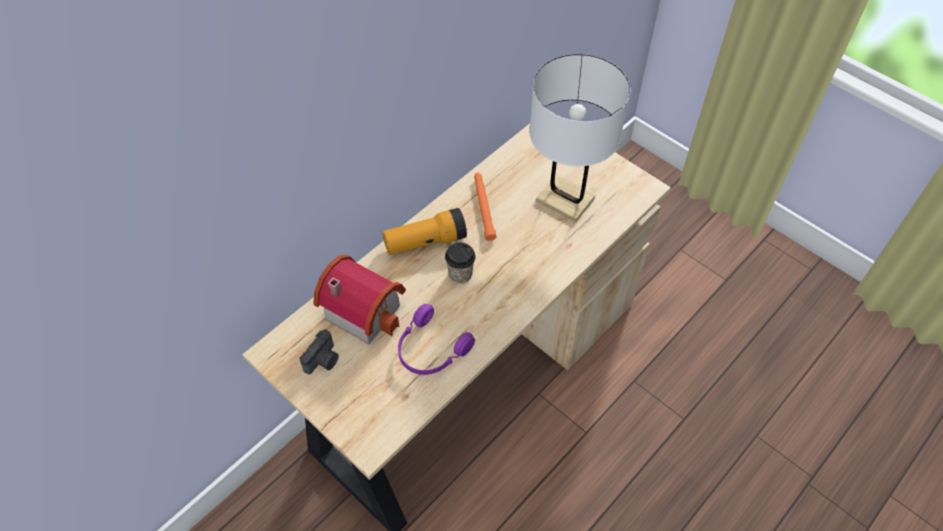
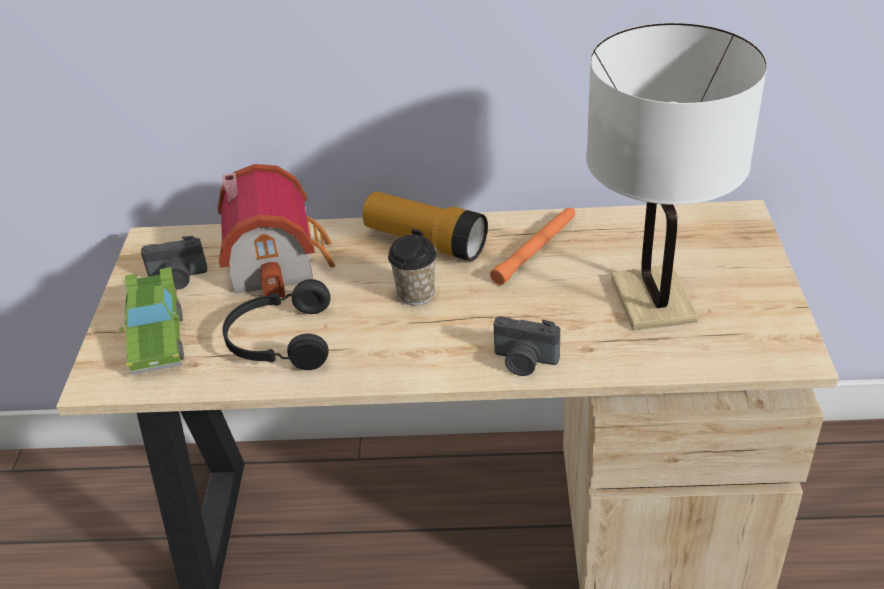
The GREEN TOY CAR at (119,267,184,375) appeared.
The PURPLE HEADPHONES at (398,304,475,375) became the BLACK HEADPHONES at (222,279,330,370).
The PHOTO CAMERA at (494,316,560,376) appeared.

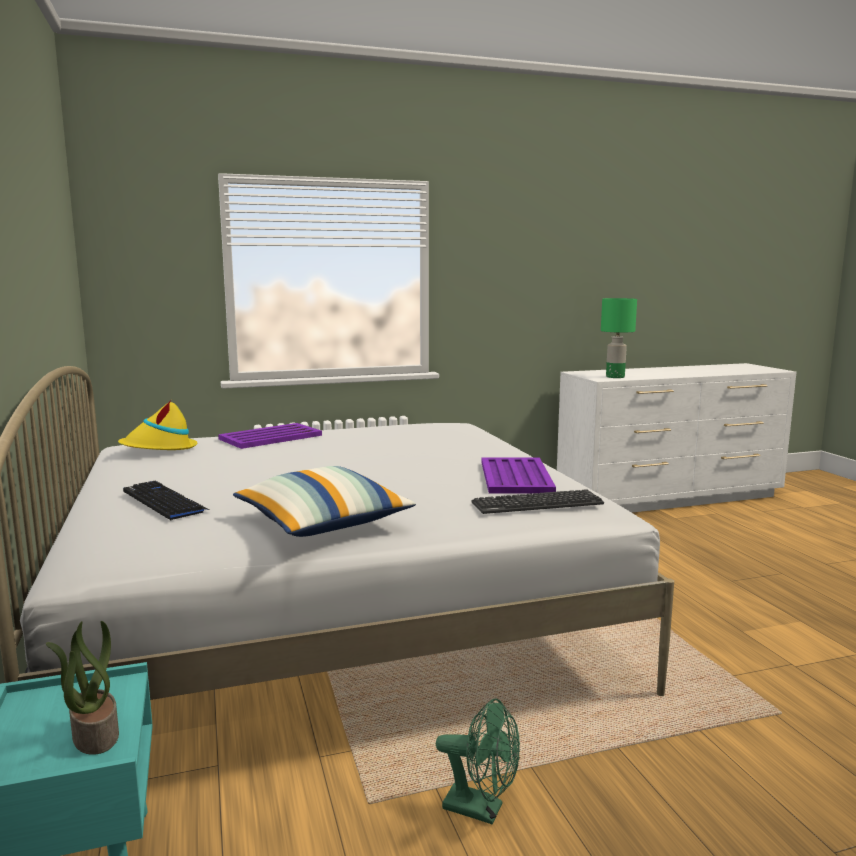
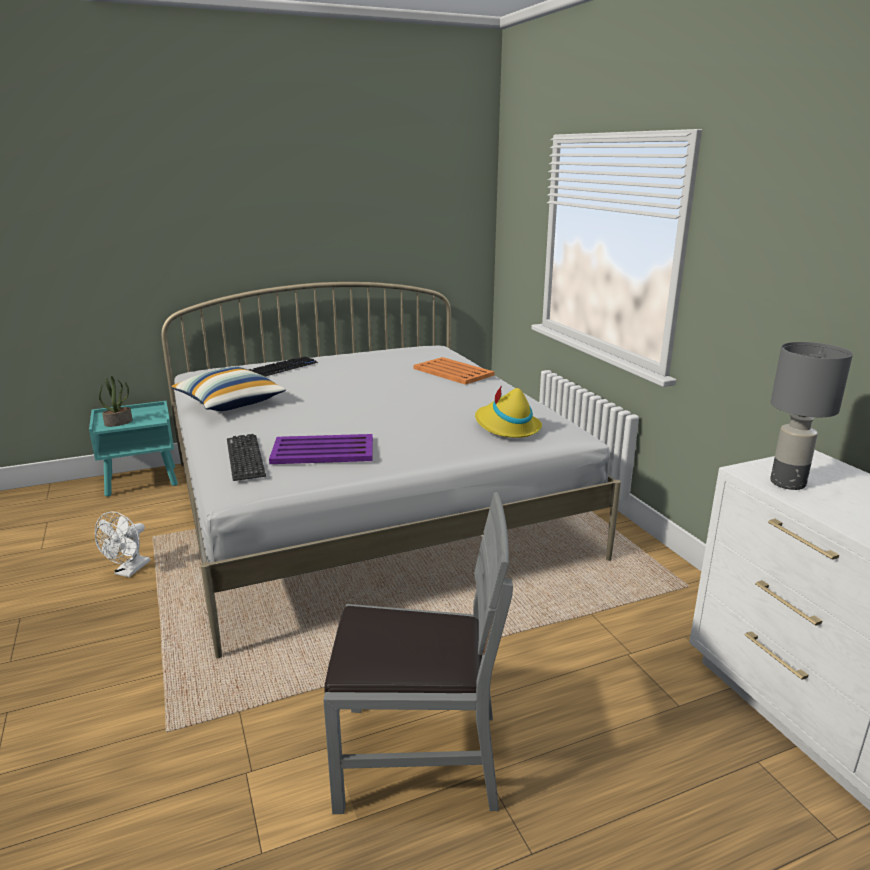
The GREEN FAN at (436,698,520,825) became the WHITE FAN at (95,512,150,577).
The GREY CHAIR at (323,492,513,814) appeared.
The PURPLE TRAY at (218,423,322,449) became the ORANGE TRAY at (414,357,494,385).
The YELLOW HAT moved from (118,400,197,450) to (475,385,542,438).
The GREEN TABLE LAMP at (601,298,637,378) became the GREY TABLE LAMP at (770,342,853,490).

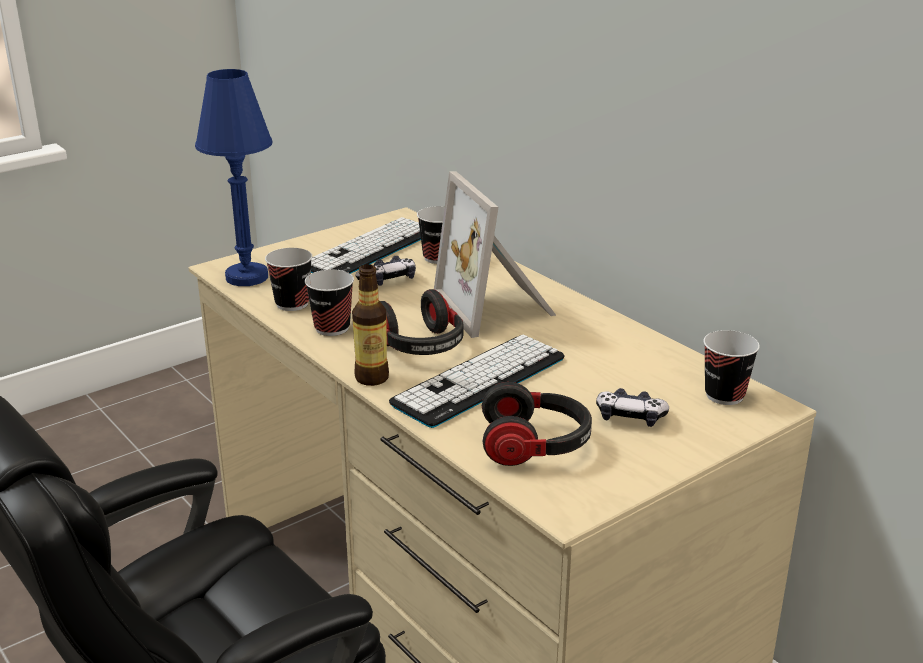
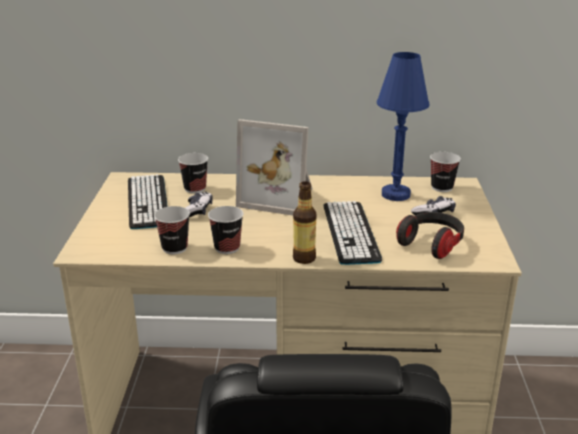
The BLUE TABLE LAMP moved from (195,69,273,286) to (377,52,430,201).
The HEADPHONES at (380,289,464,355) disappeared.

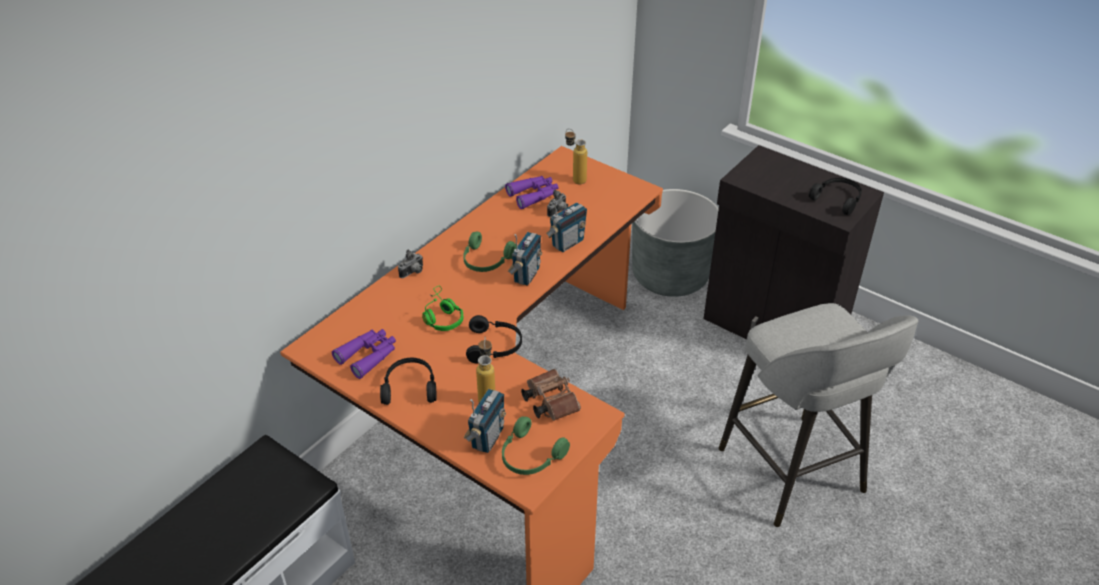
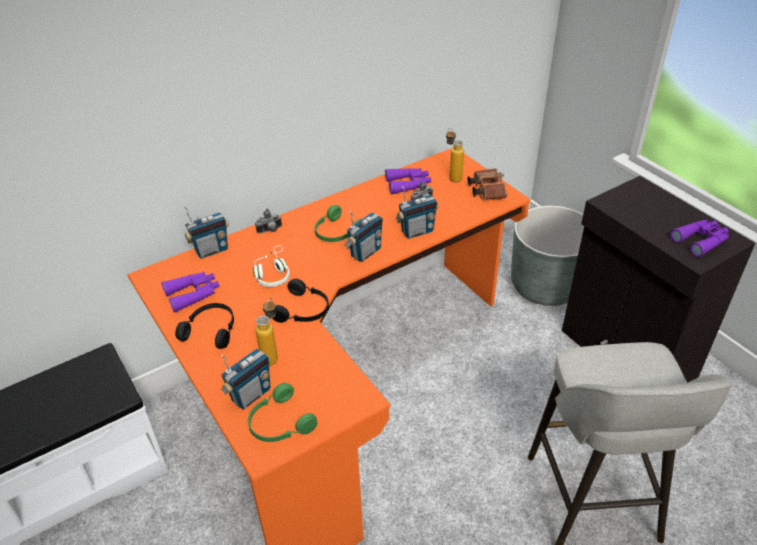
The RADIO at (184,206,229,259) appeared.
The GREEN HEADPHONES at (422,286,463,331) became the WHITE HEADPHONES at (253,245,290,287).
The BROWN BINOCULARS moved from (521,369,581,421) to (468,168,507,200).
The BLACK HEADPHONES at (809,178,862,215) was replaced by the PURPLE BINOCULARS at (670,219,729,257).

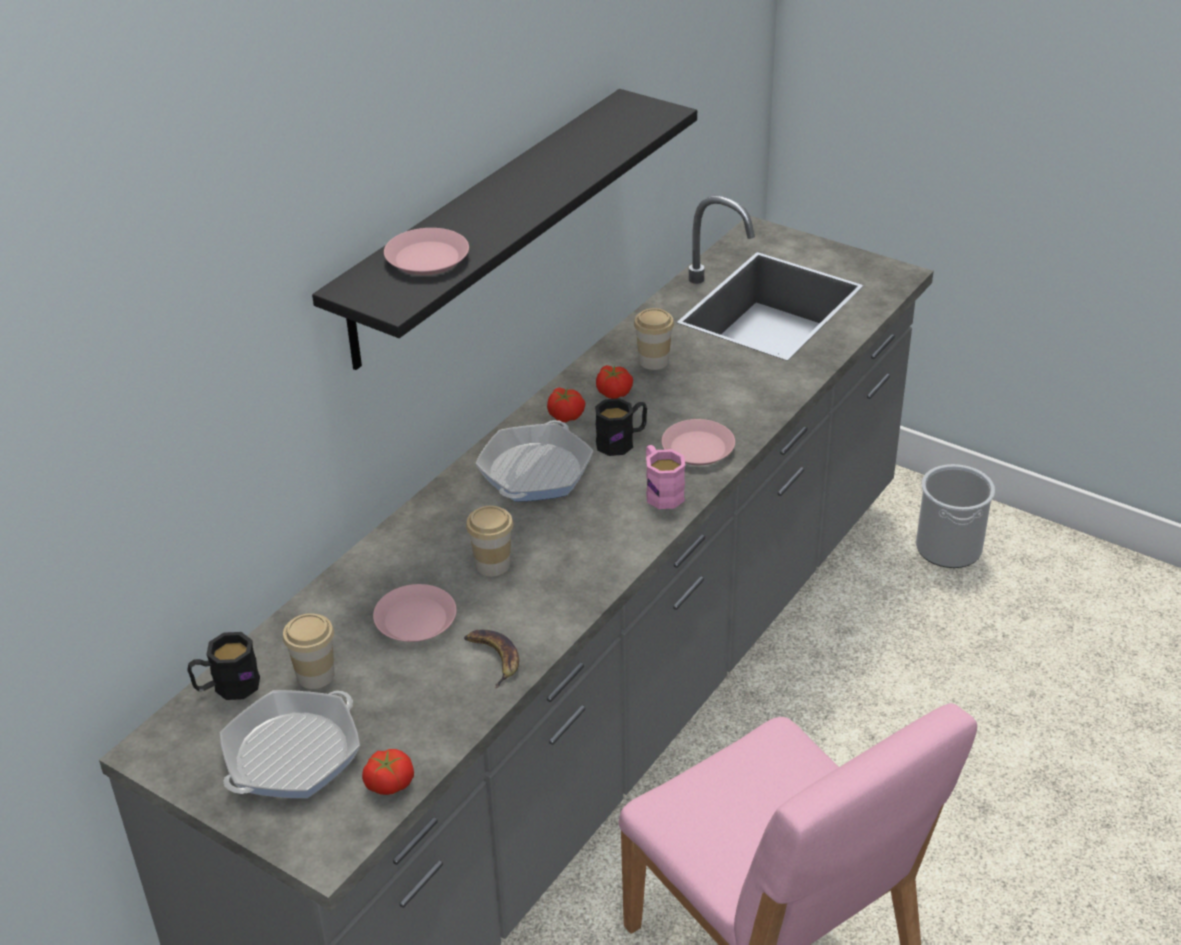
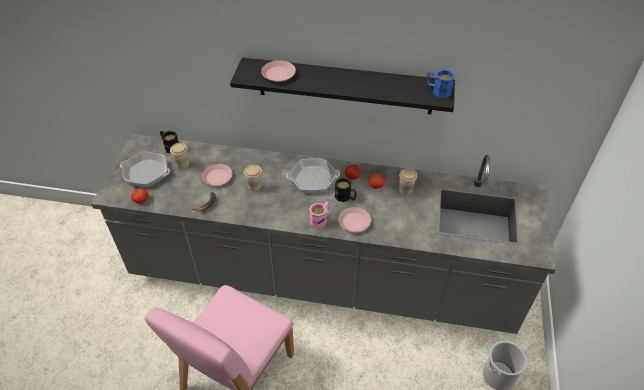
The BLUE MUG at (427,69,455,98) appeared.

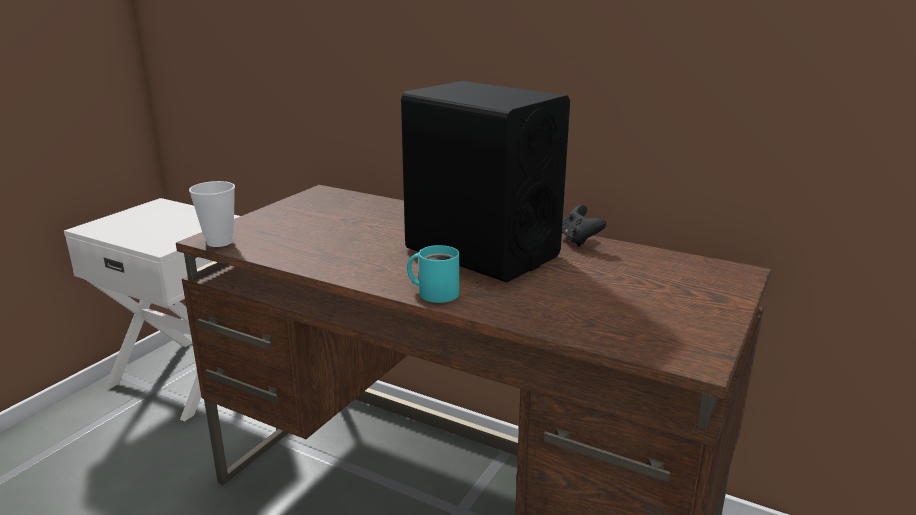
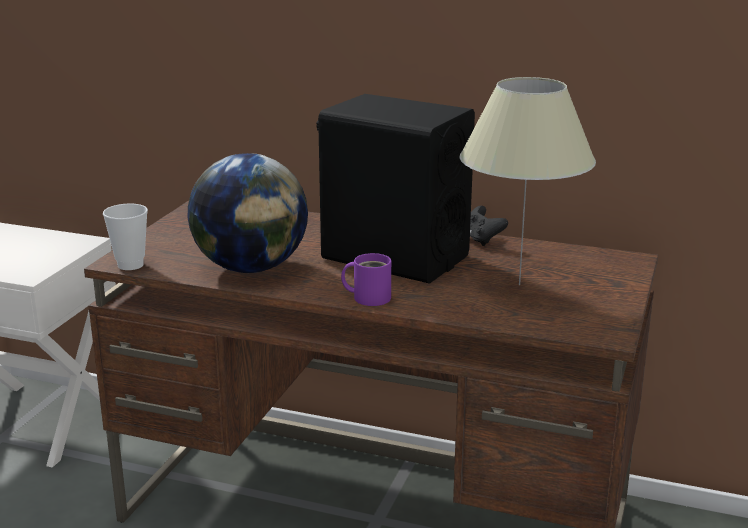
The GLOBE at (188,153,308,273) appeared.
The TURQUOISE MUG at (407,245,459,303) became the PURPLE MUG at (341,253,391,306).
The BEIGE TABLE LAMP at (460,77,596,285) appeared.

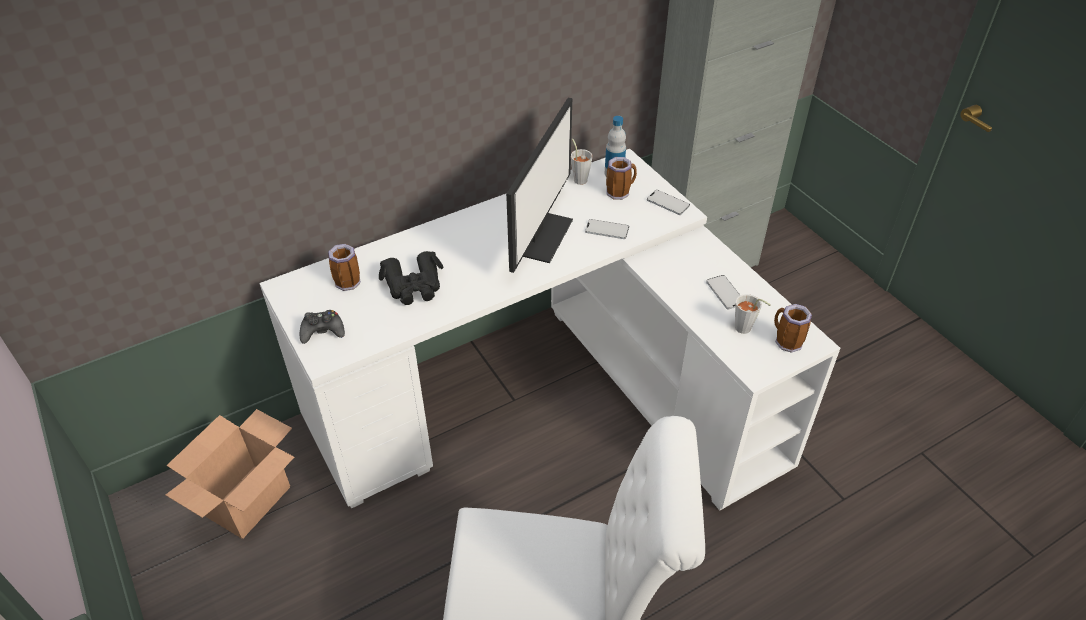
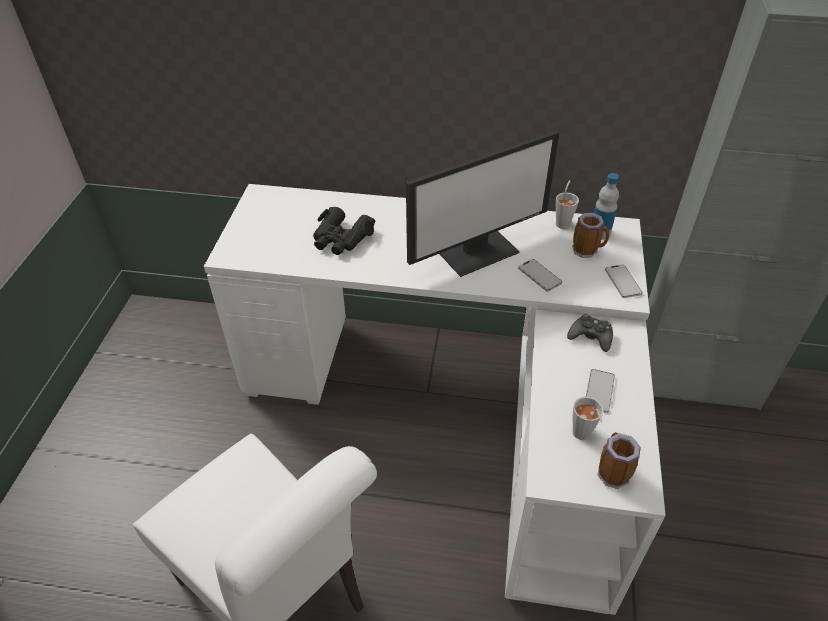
The BLACK GAME CONTROLLER moved from (300,310,345,344) to (567,314,613,352).
The CARDBOARD BOX at (166,409,294,539) disappeared.
The MUG at (328,244,361,291) disappeared.

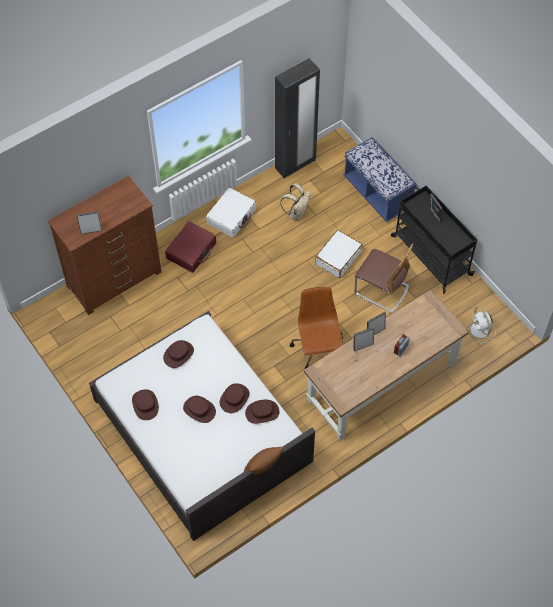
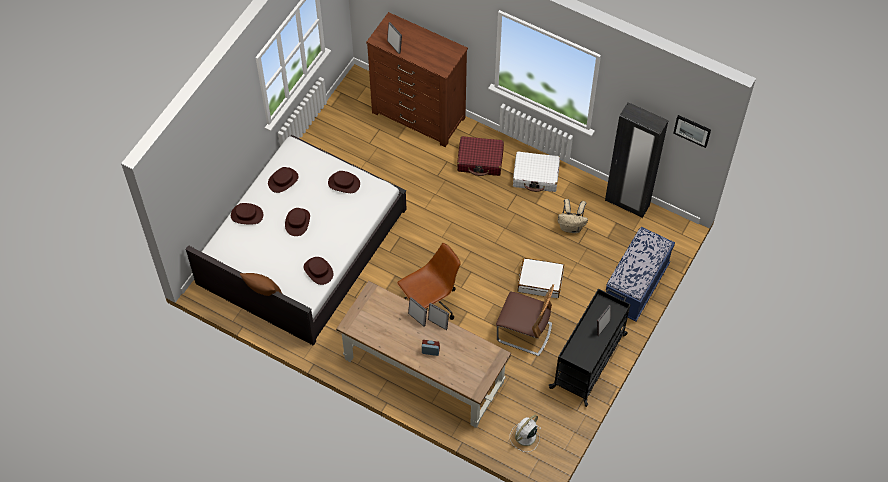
The BROWN HAT moved from (220,383,250,413) to (231,203,263,225).
The CHAIR at (355,243,413,313) turned 75 degrees counterclockwise.
The PICTURE at (673,115,711,148) appeared.

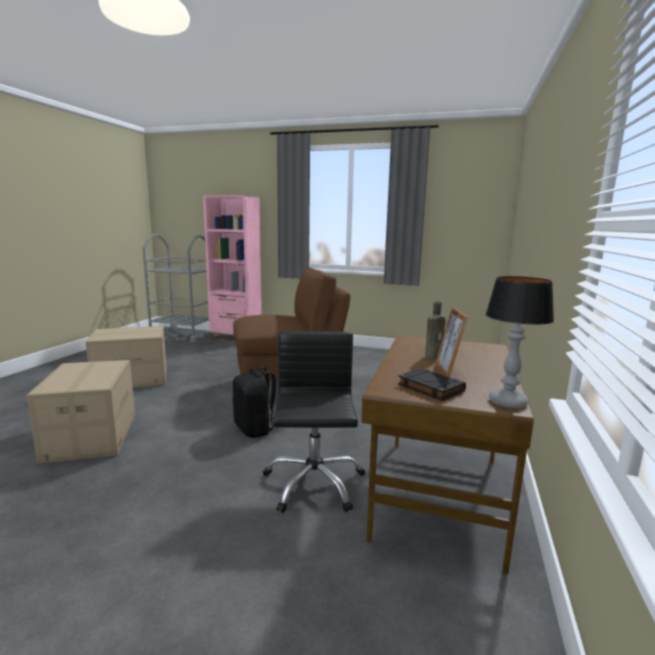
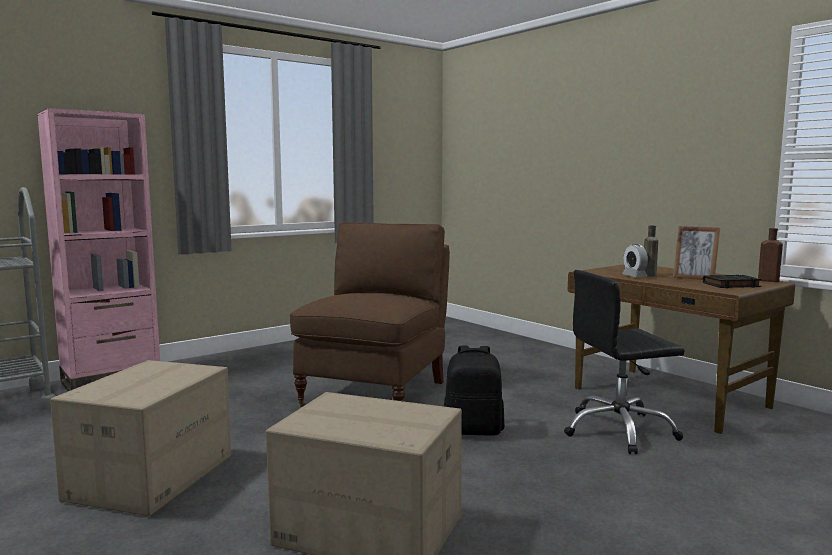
The BLACK OFFICE CHAIR at (263,331,365,513) turned 45 degrees counterclockwise.
The ALARM CLOCK at (622,244,648,277) appeared.
The TABLE LAMP at (485,276,554,408) was replaced by the BROWN BOTTLE at (758,228,783,282).

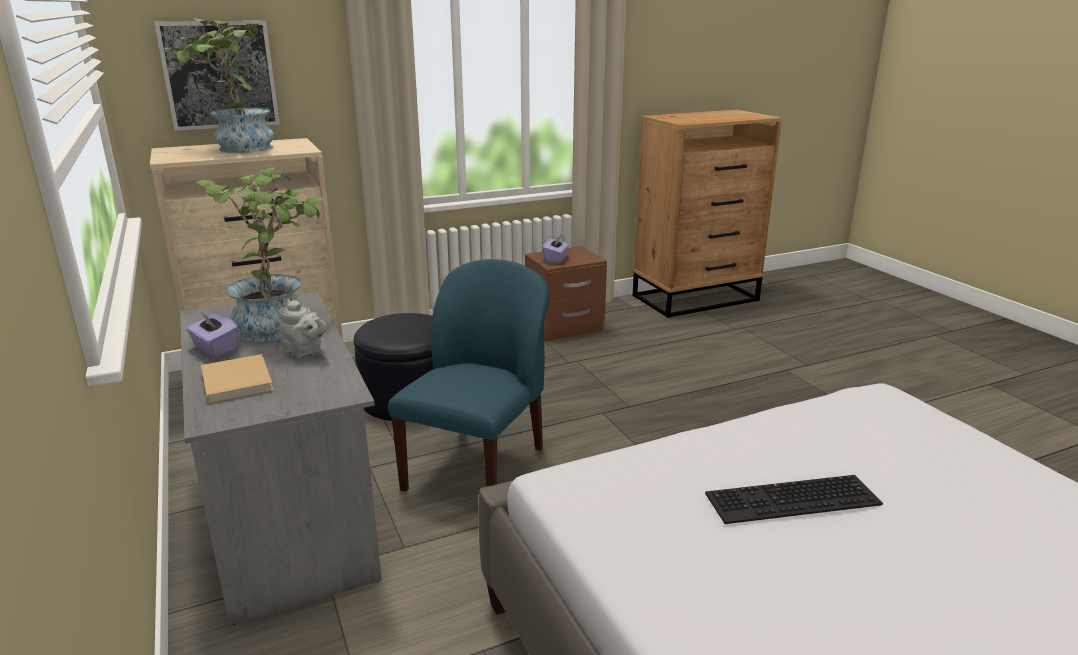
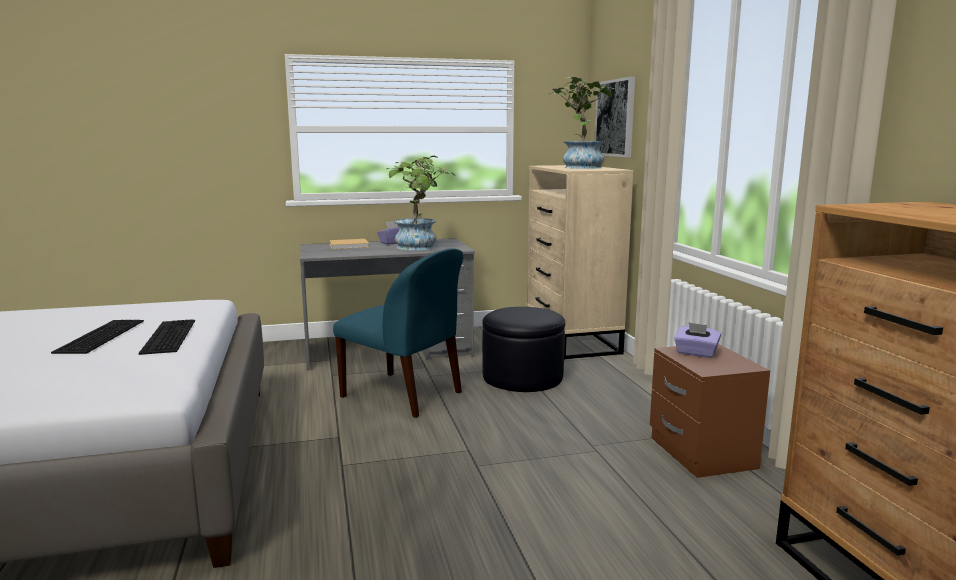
The KEYBOARD at (139,319,195,355) appeared.
The GREY TEAPOT at (278,299,327,358) disappeared.

